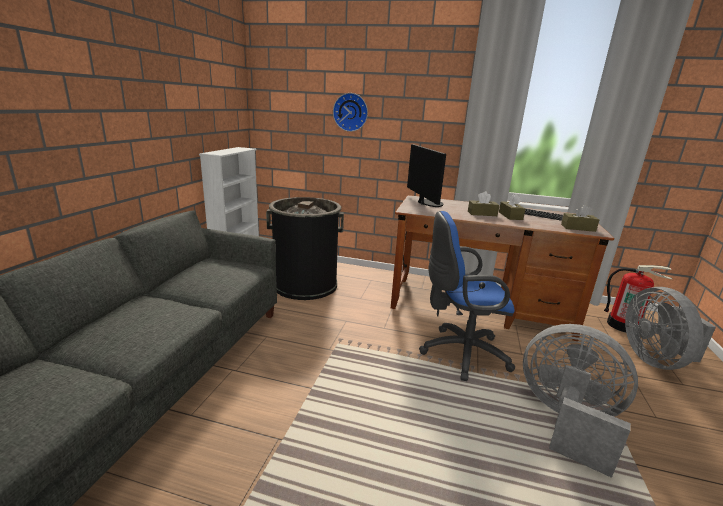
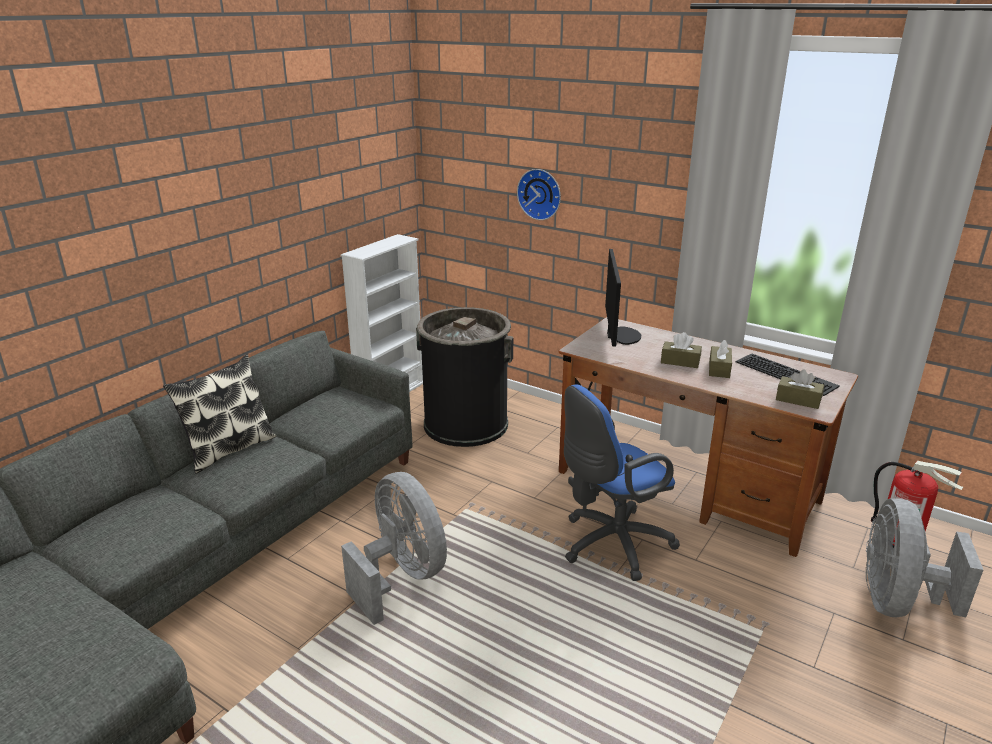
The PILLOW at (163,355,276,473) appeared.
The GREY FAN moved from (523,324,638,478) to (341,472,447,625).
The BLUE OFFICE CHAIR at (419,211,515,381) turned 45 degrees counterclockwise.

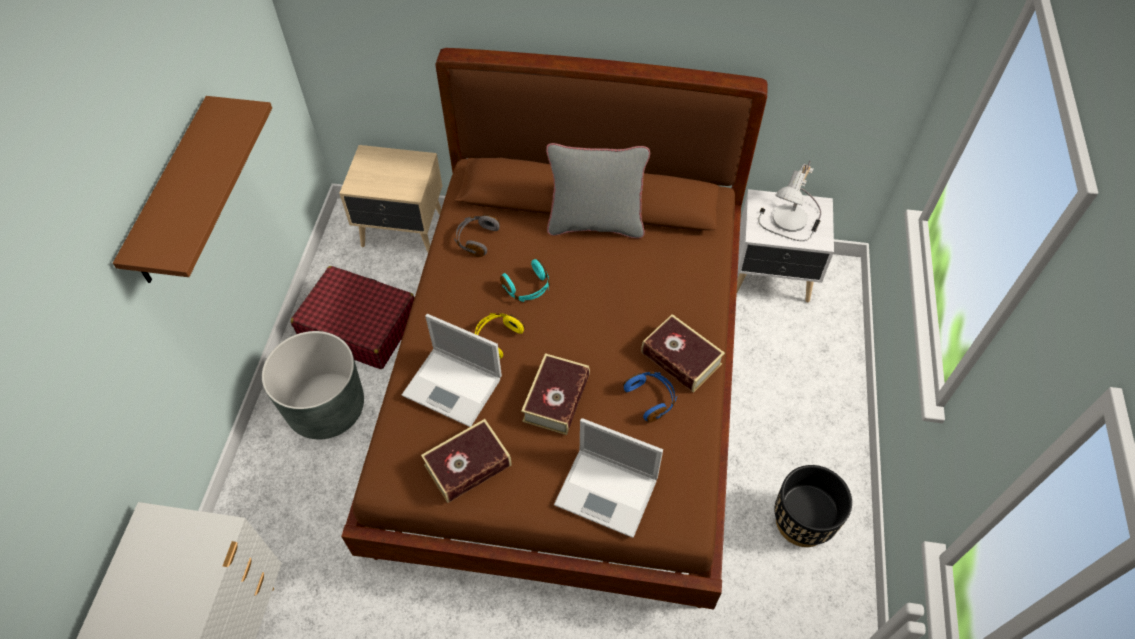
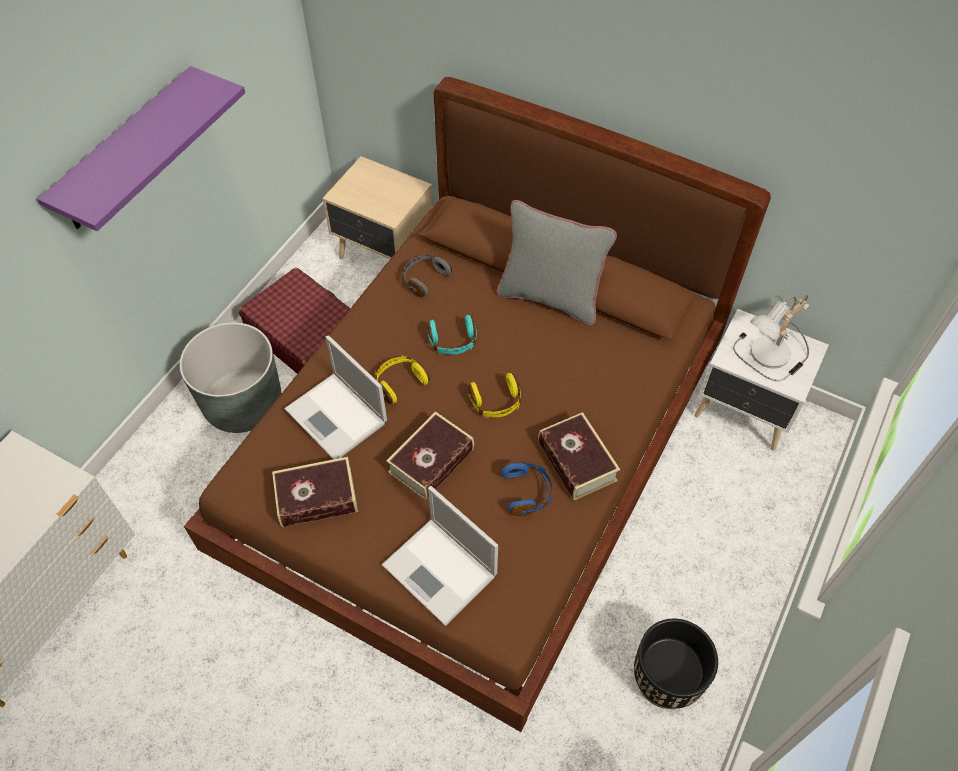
The BROWN SHELF at (113,96,272,283) became the PURPLE SHELF at (37,66,245,231).
The YELLOW HEADPHONES at (468,373,521,418) appeared.

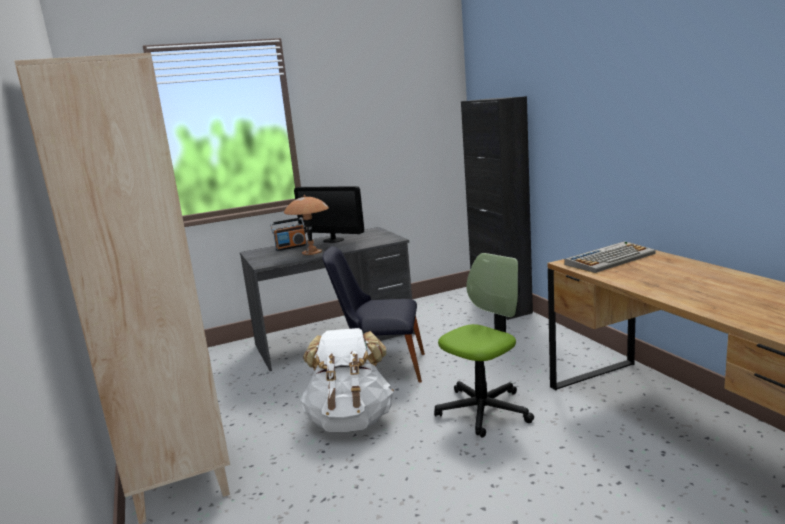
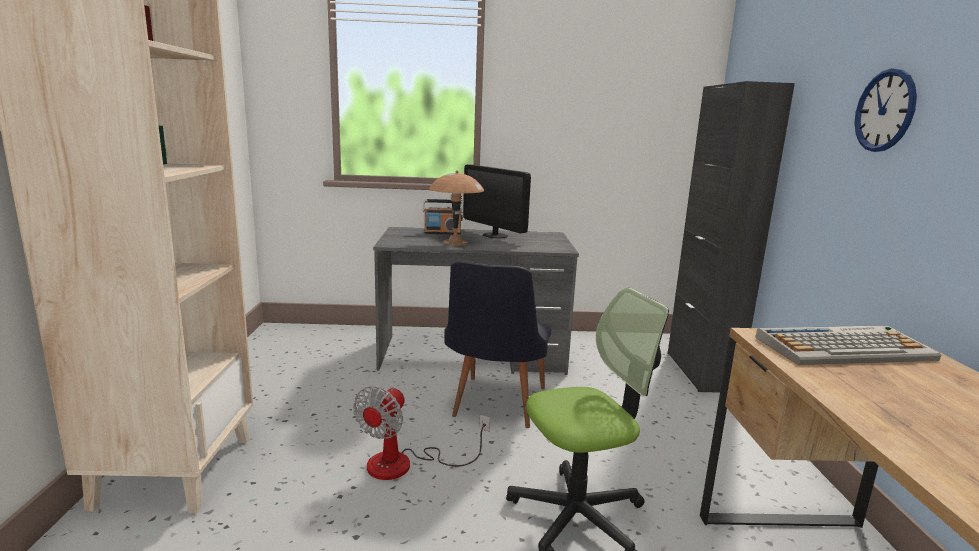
The WHITE BACKPACK at (300,328,394,432) was replaced by the FAN at (353,386,490,480).
The BLACK CHAIR at (322,246,425,383) turned 105 degrees counterclockwise.
The WALL CLOCK at (854,68,917,152) appeared.

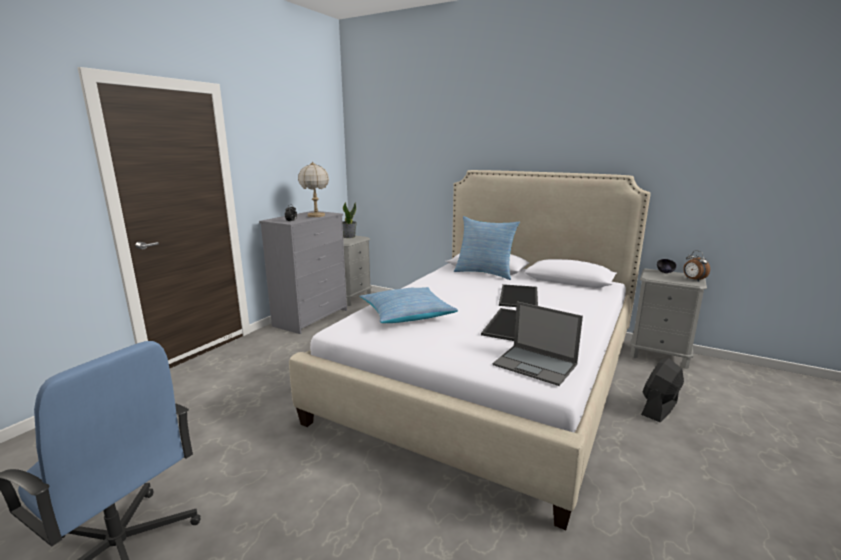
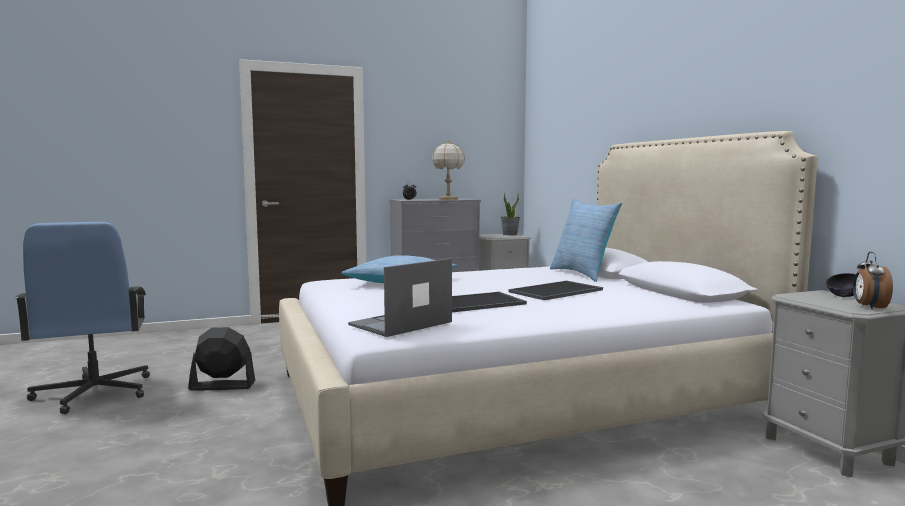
The BLACK FAN moved from (641,358,684,422) to (188,327,255,391).
The LAPTOP at (493,301,583,386) turned 60 degrees clockwise.

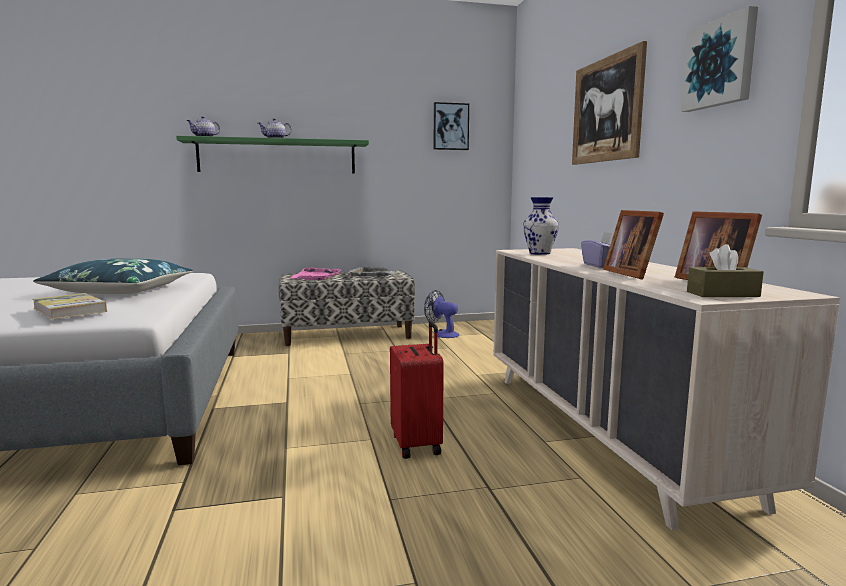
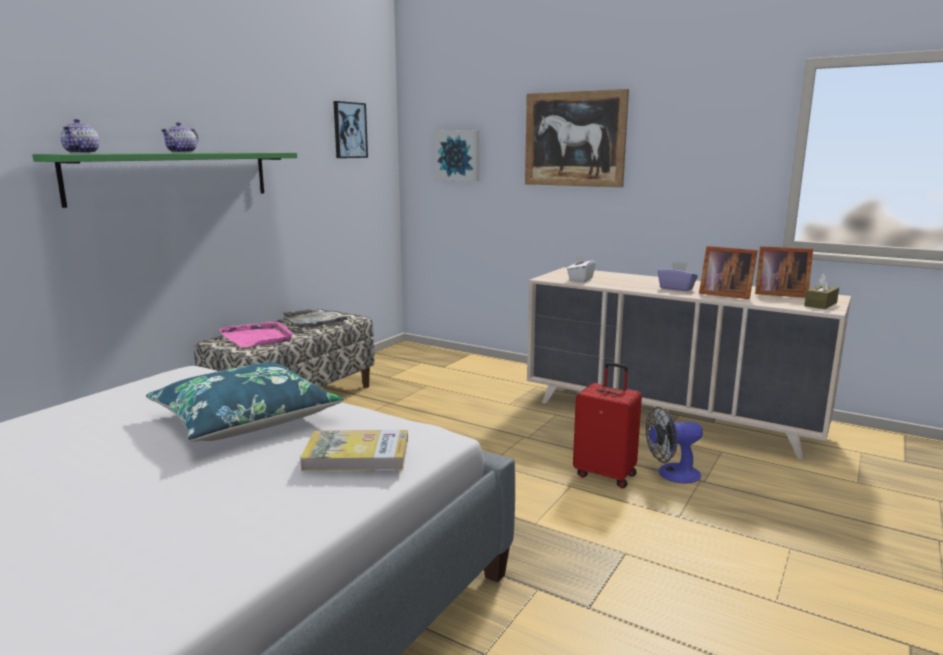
The PICTURE moved from (681,6,758,112) to (435,130,479,181).
The VASE at (523,197,559,255) was replaced by the WHITE TISSUE BOX at (567,254,596,282).
The FAN moved from (424,290,459,338) to (646,407,703,484).

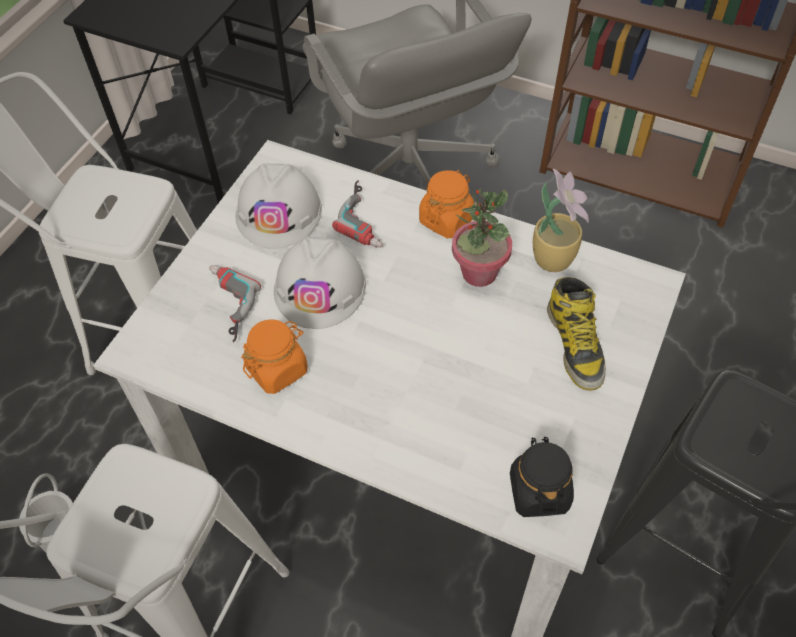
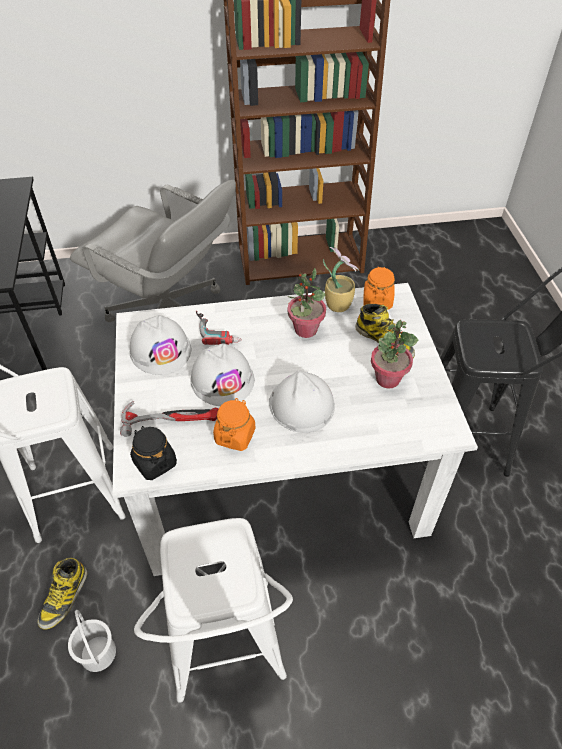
The BOOT at (38,558,87,630) appeared.
The POWER DRILL at (209,265,261,343) was replaced by the HAMMER at (120,401,219,436).
The BLACK JAR moved from (510,437,574,517) to (130,426,177,480).
The WHITE HARD HAT at (269,370,335,433) appeared.
The ORANGE JAR moved from (419,170,474,238) to (364,267,395,310).
The POTTED PLANT at (371,320,418,389) appeared.

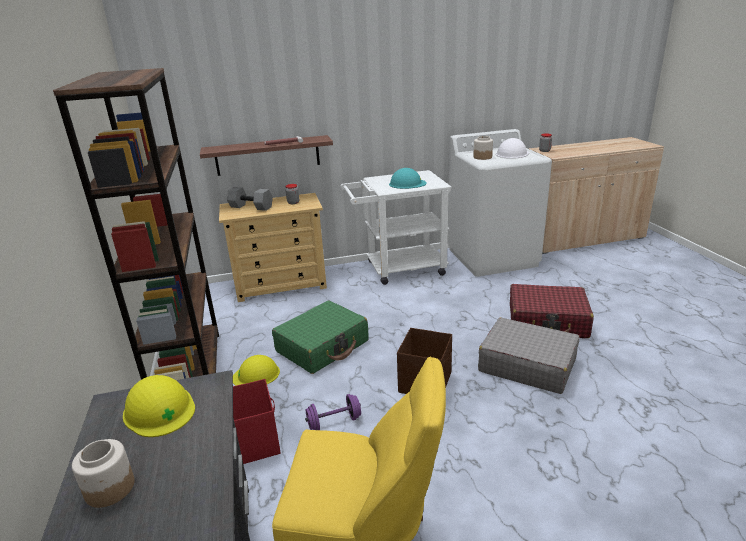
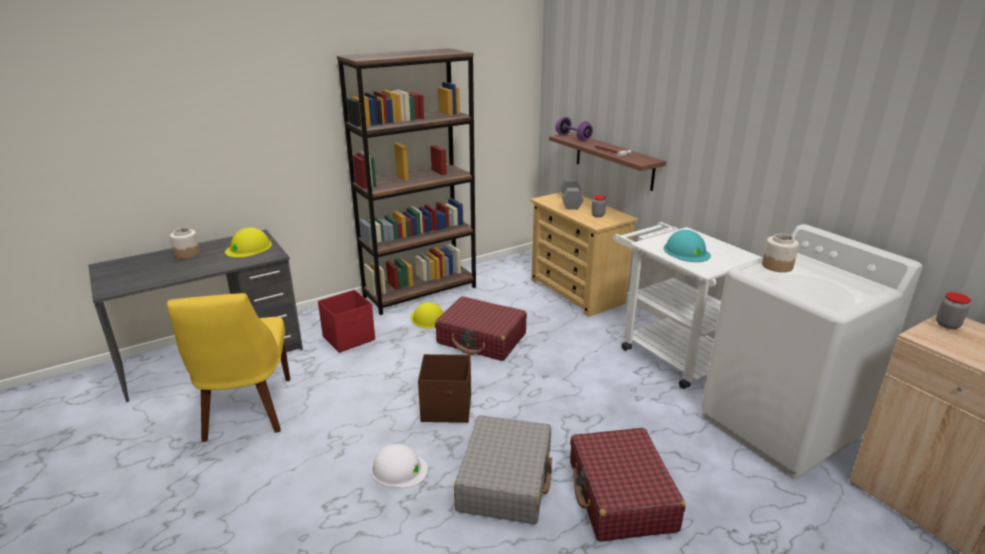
The WHITE HARD HAT moved from (496,138,529,159) to (371,444,428,488).
The GREEN SUITCASE at (272,301,369,374) became the RED SUITCASE at (435,296,527,361).
The PURPLE DUMBBELL moved from (305,394,361,430) to (556,117,593,141).

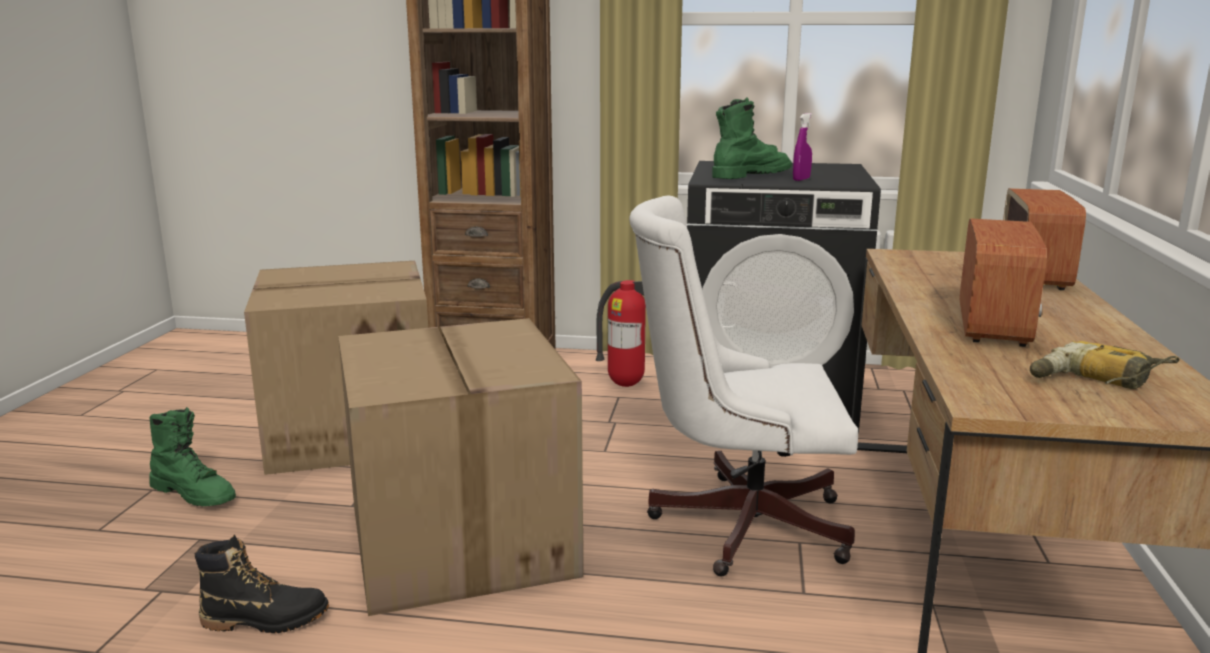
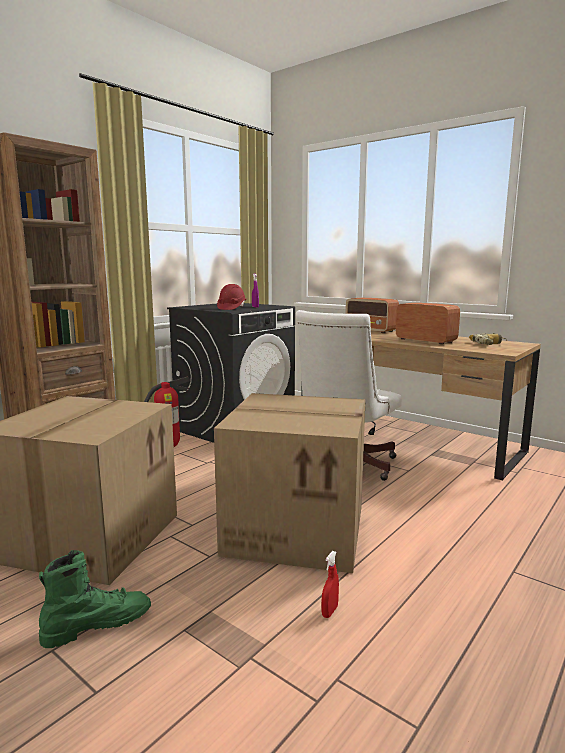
The GREEN BOOT at (712,97,792,179) was replaced by the RED HARD HAT at (217,284,246,310).
The BLACK BOOT at (195,534,329,633) was replaced by the RED SPRAY BOTTLE at (321,551,339,618).

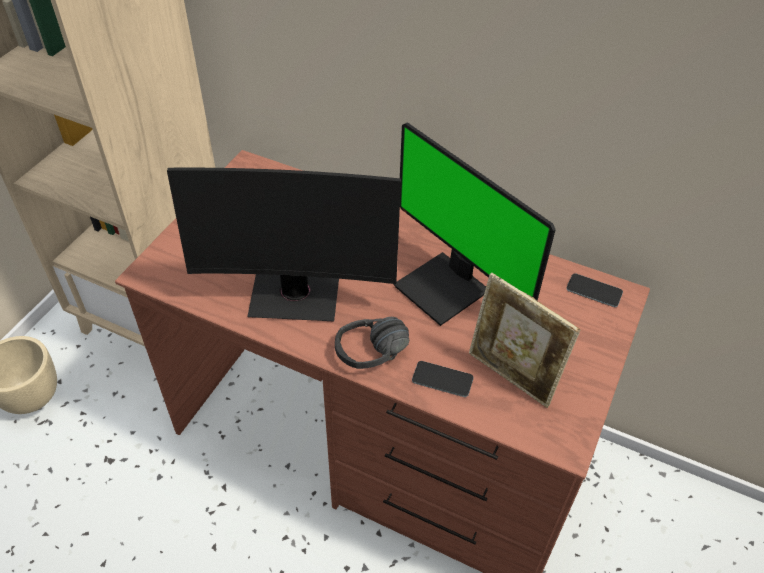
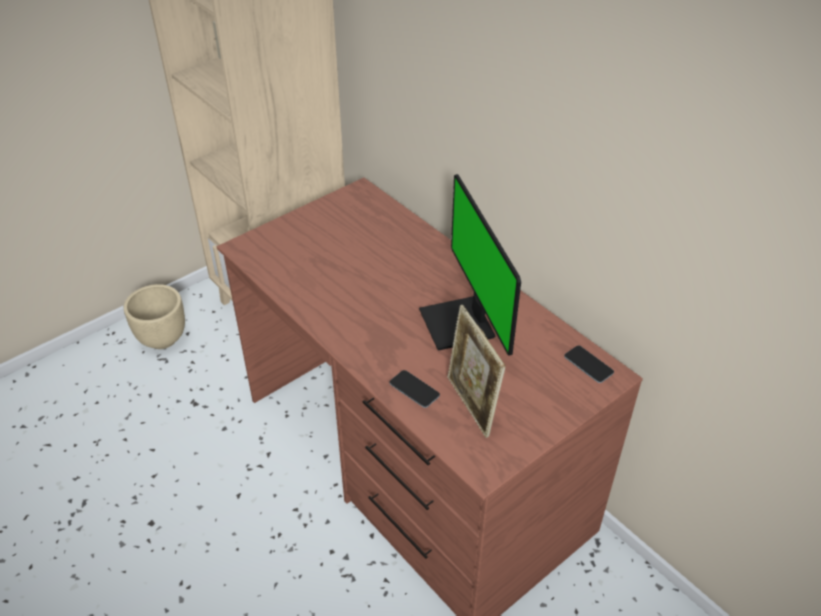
The MONITOR at (167,168,401,321) disappeared.
The BLACK HEADPHONES at (335,317,409,369) disappeared.

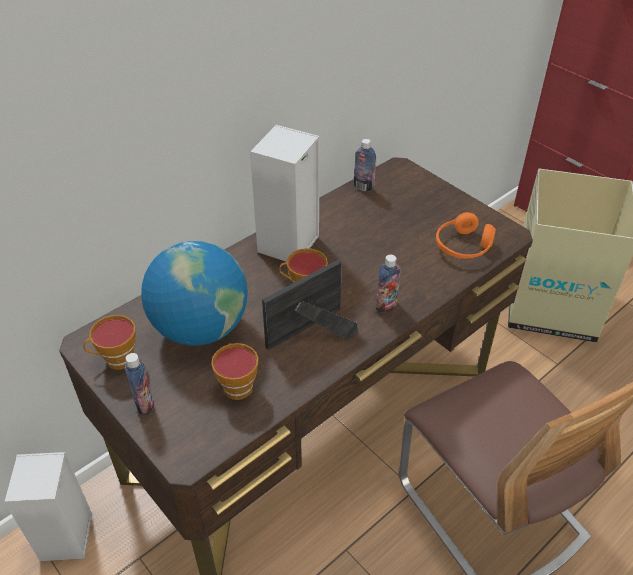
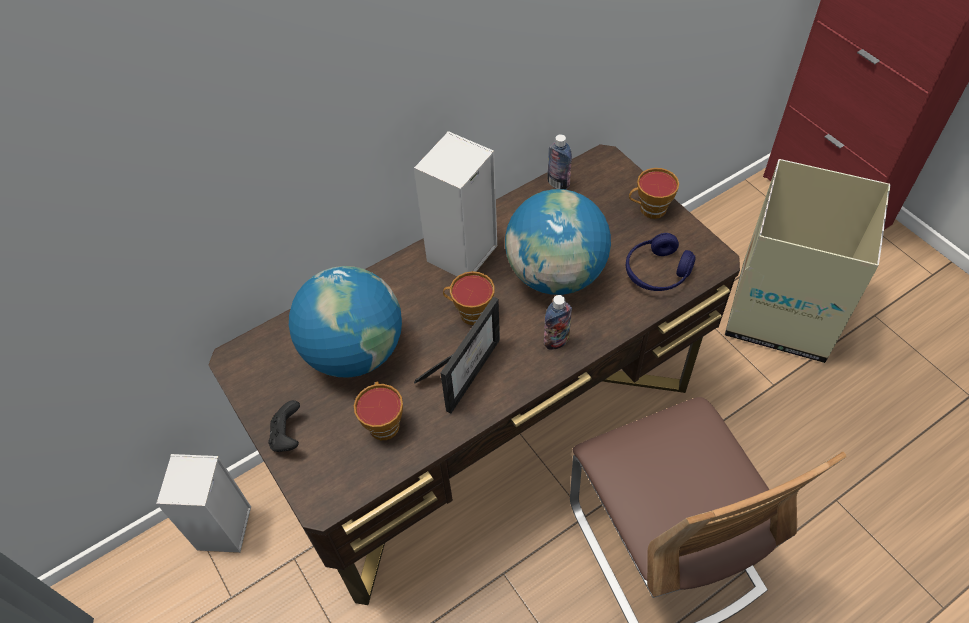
The BOTTLE at (125,353,154,416) was replaced by the BLACK GAME CONTROLLER at (268,400,300,452).
The PICTURE FRAME at (262,259,358,350) turned 150 degrees clockwise.
The GLOBE at (505,189,611,295) appeared.
The ORANGE HEADPHONES at (436,212,496,259) became the BLUE HEADPHONES at (626,233,696,291).
The CUP moved from (83,315,136,370) to (629,168,679,219).

